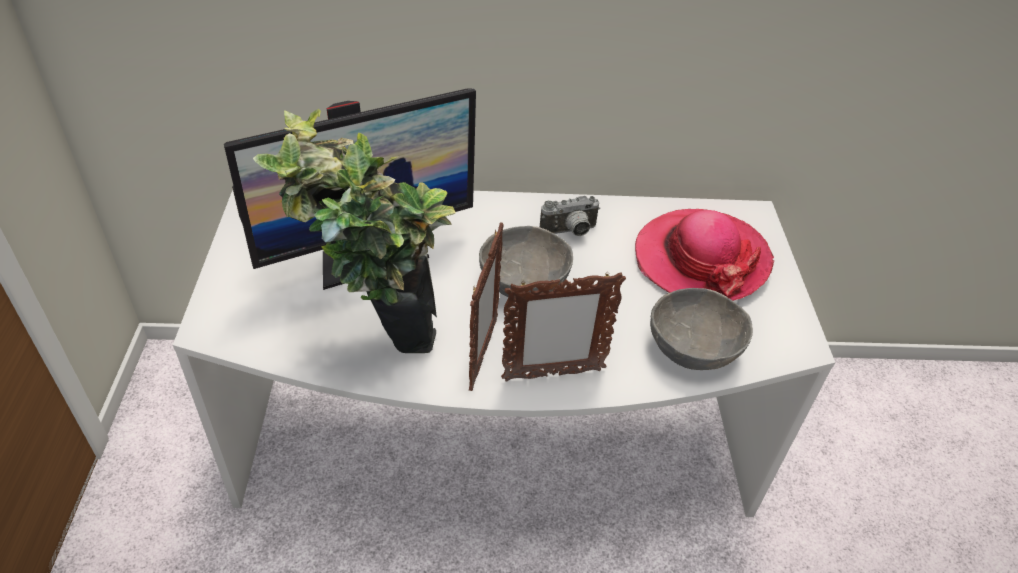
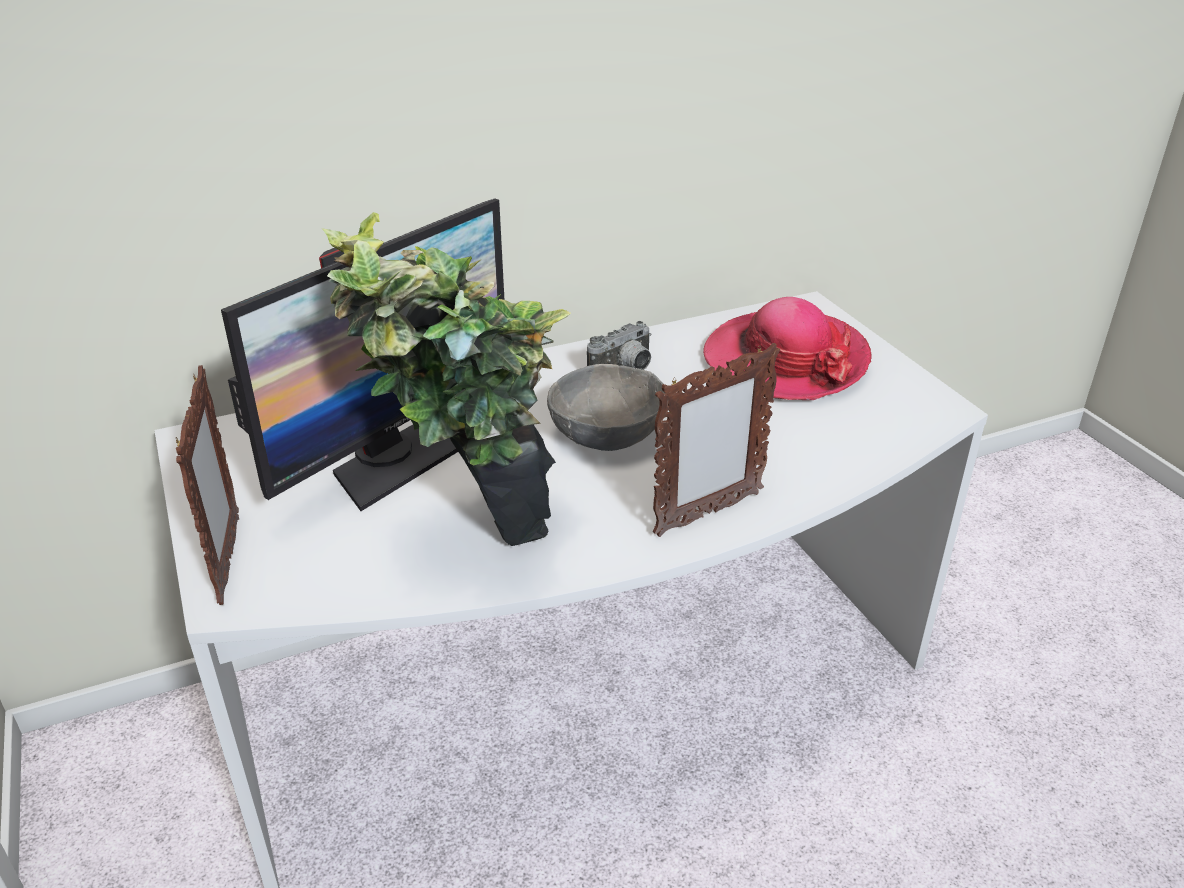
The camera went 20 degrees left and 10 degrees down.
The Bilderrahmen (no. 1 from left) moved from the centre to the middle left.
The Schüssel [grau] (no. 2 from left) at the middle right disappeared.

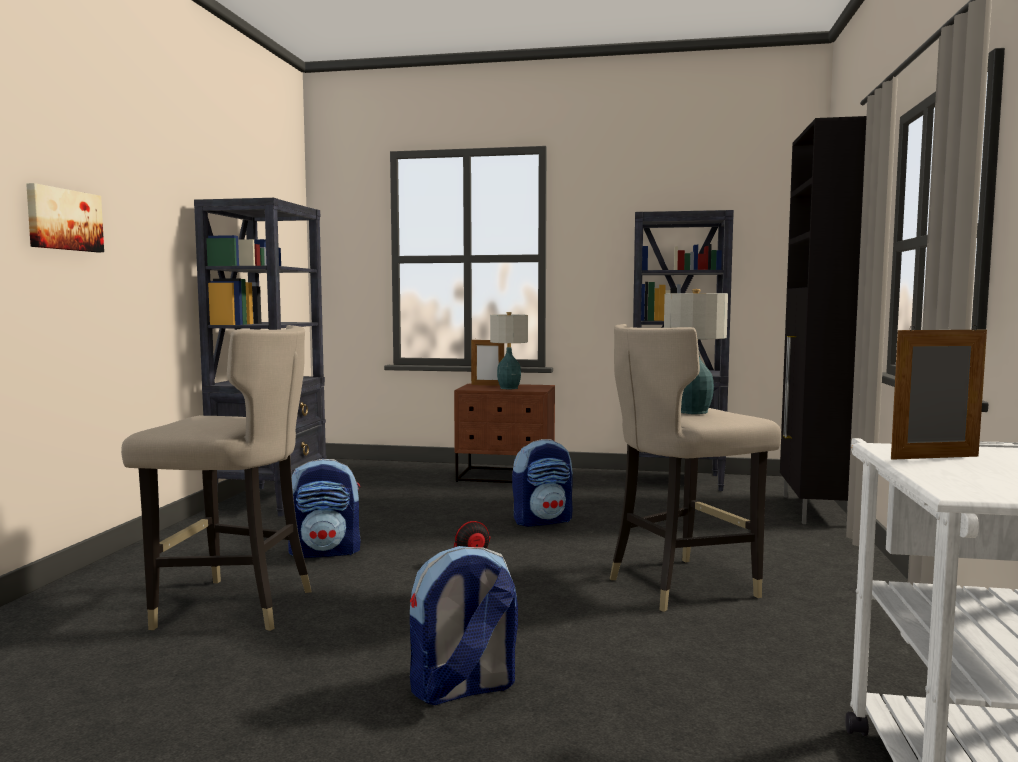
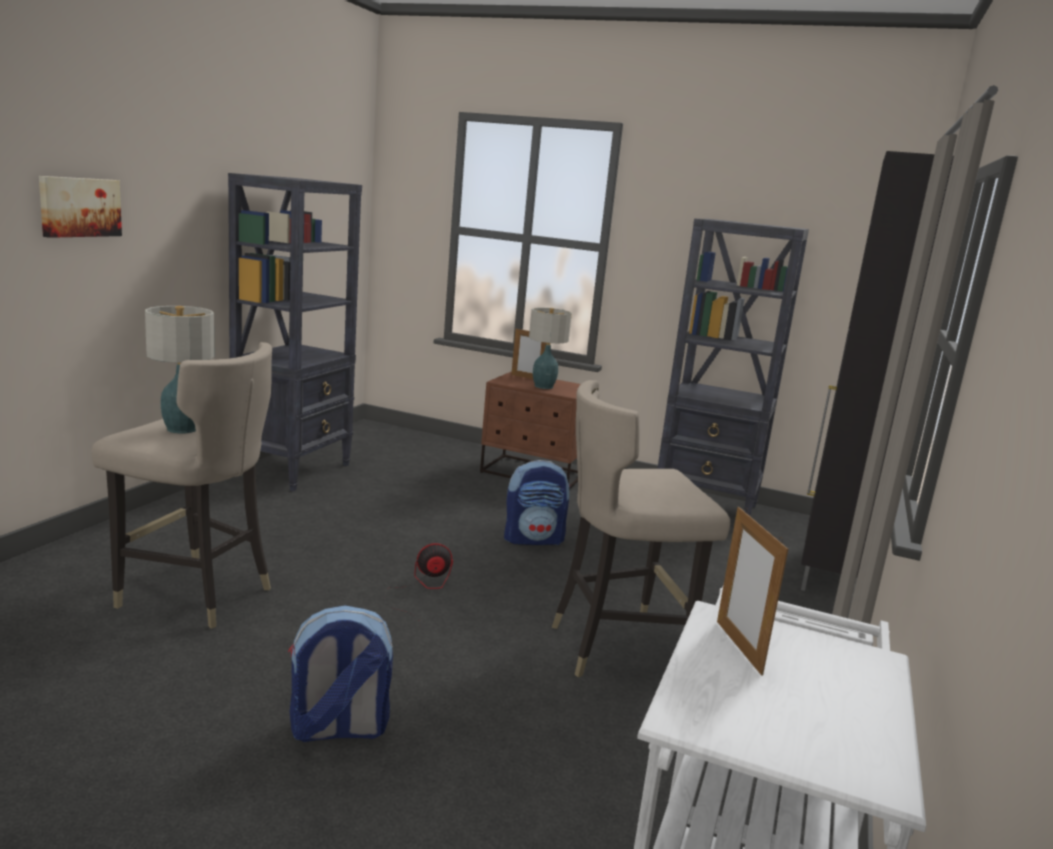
The camera went 10 degrees right and 10 degrees up.
The Tischlampe (no. 2 from left in the first image) moved from the middle right to the middle left.
The Bilderrahmen (no. 2 from left) at the middle right turned 105 degrees counterclockwise.
The Rucksack (no. 1 from left) at the bottom left disappeared.

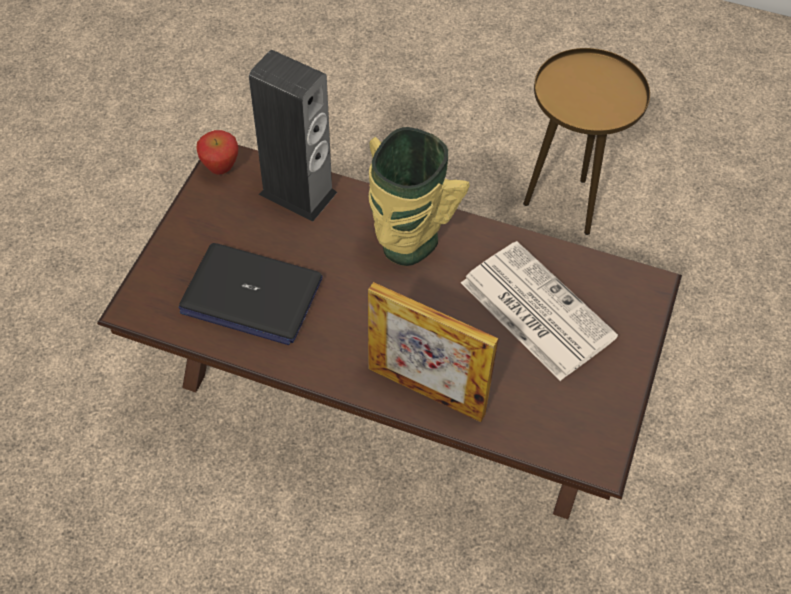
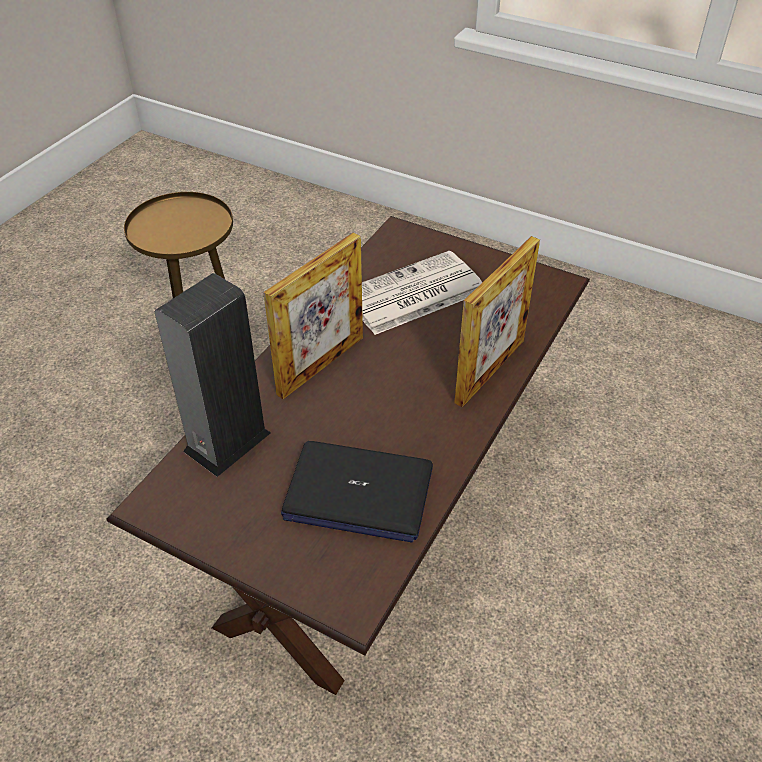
The camera went 80 degrees left and 10 degrees down.
The Vase at the top centre was replaced by the Bilderrahmen (no. 1 from left) at the centre.
The Laptop at the middle left turned 75 degrees clockwise.
The Apfel at the top left disappeared.

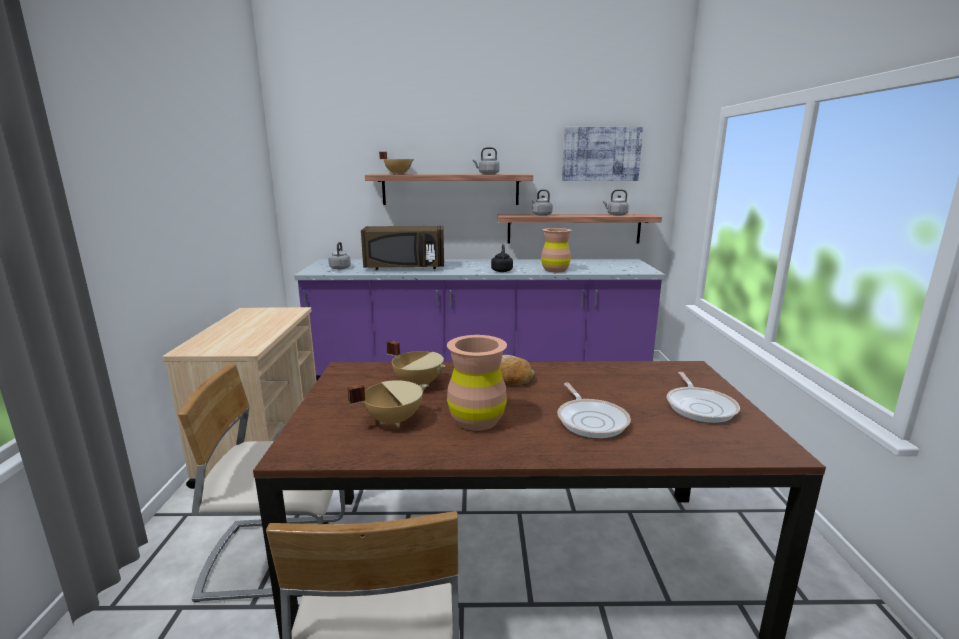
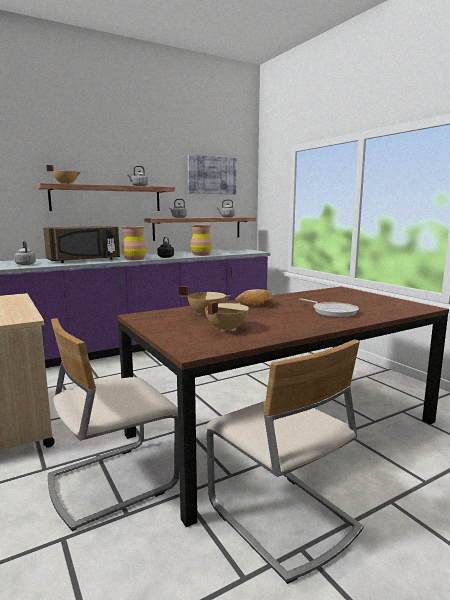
The camera went 30 degrees left and 5 degrees down.
The Vase [braun] (no. 1 from left) moved from the centre to the middle left.
The Pfanne (no. 2 from left) at the middle right disappeared.

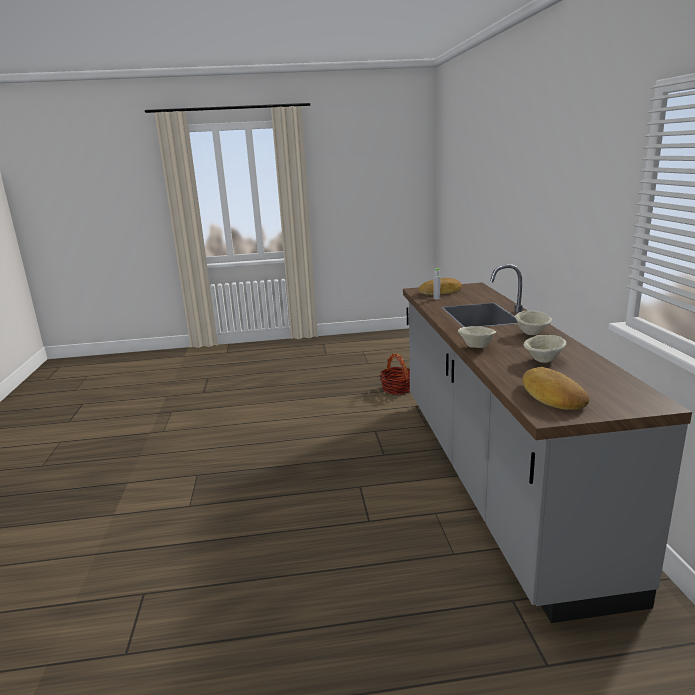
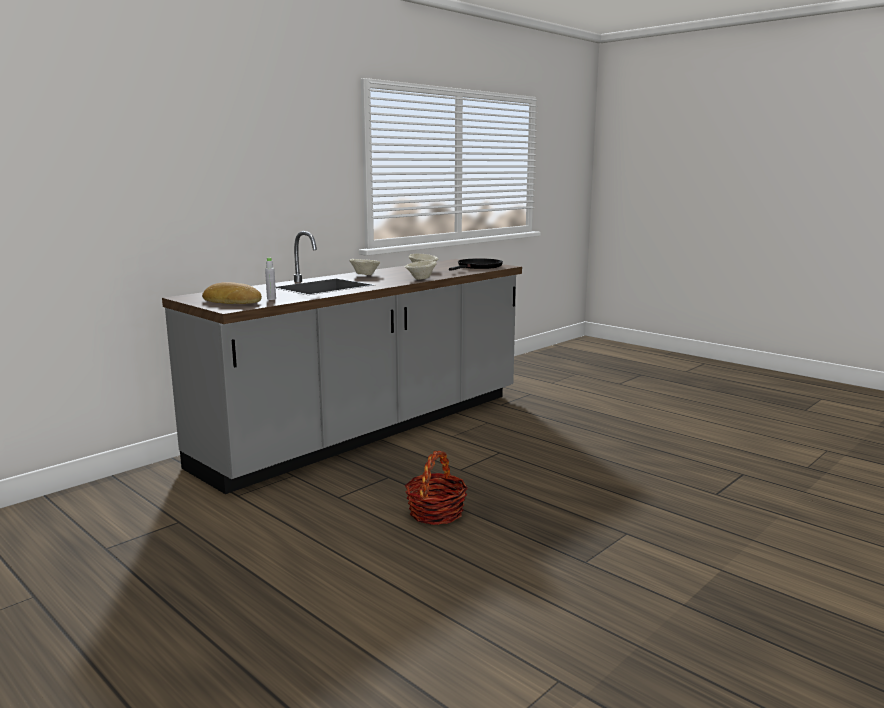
The camera went 130 degrees left and 5 degrees down.
The Korb moved from the centre to the bottom centre.
The Brot (no. 2 from left) at the middle right was replaced by the Pfanne [schwarz] at the centre.

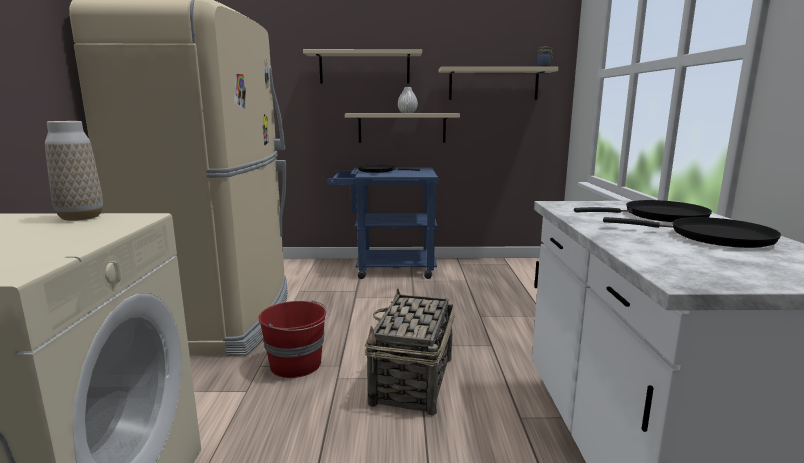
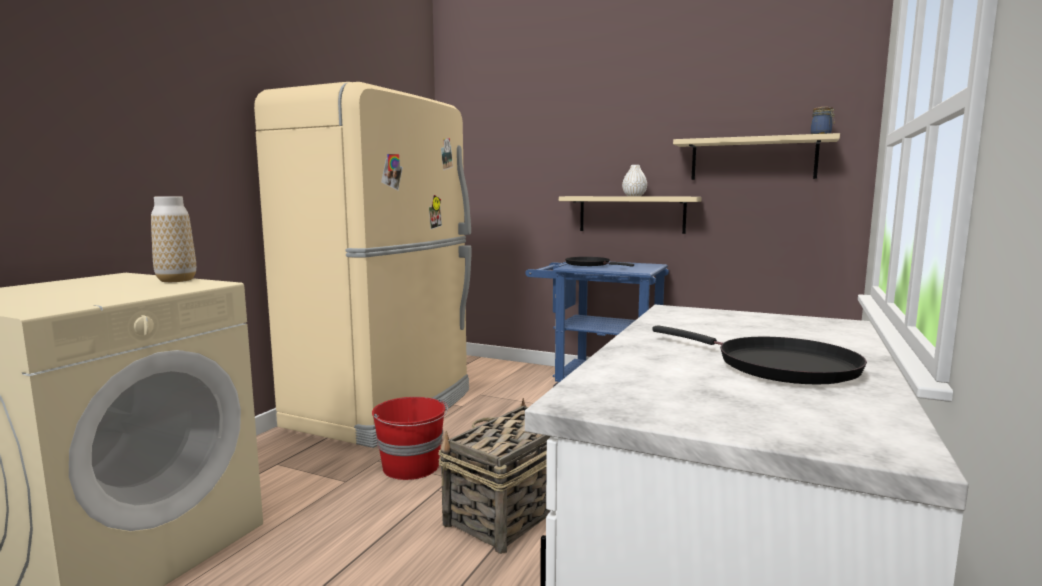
The camera went 25 degrees right and 5 degrees down.
The Wandregal [beige] (no. 1 from left) at the top centre disappeared.
The Pfanne [schwarz] (no. 2 from left) at the middle right disappeared.

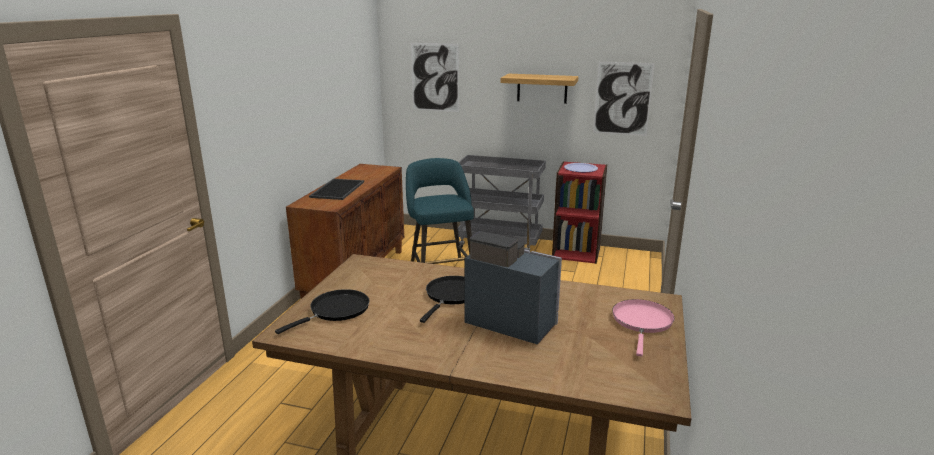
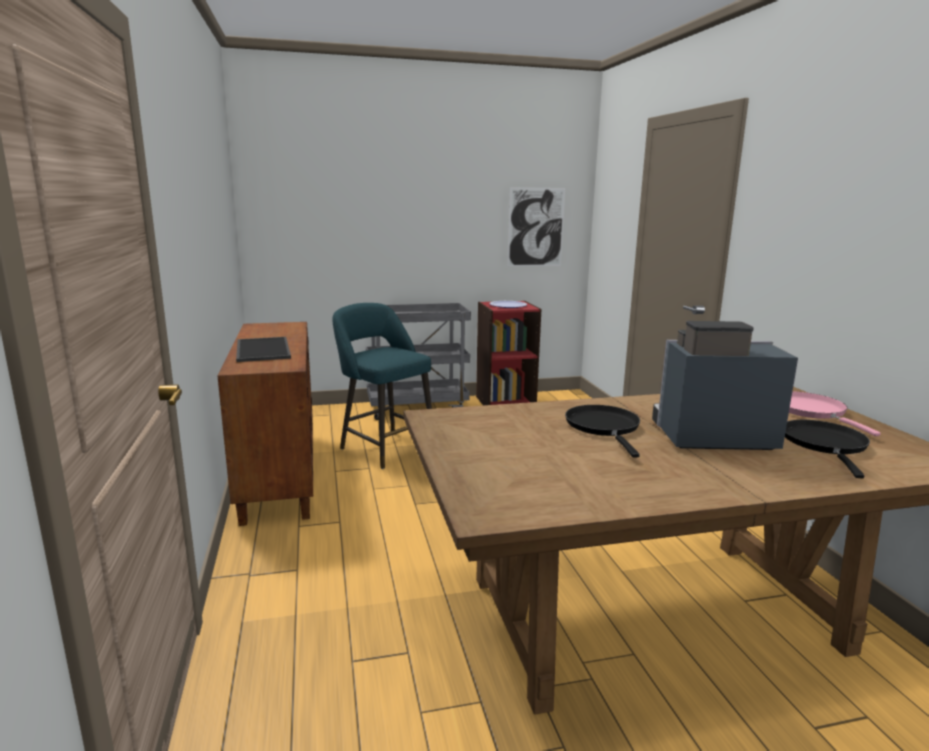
The camera went 30 degrees left and 5 degrees down.
The Pfanne [schwarz] (no. 1 from left in the first image) moved from the bottom centre to the middle right.
The Bild (no. 1 from left) at the top centre disappeared.
The Wandregal at the top centre disappeared.

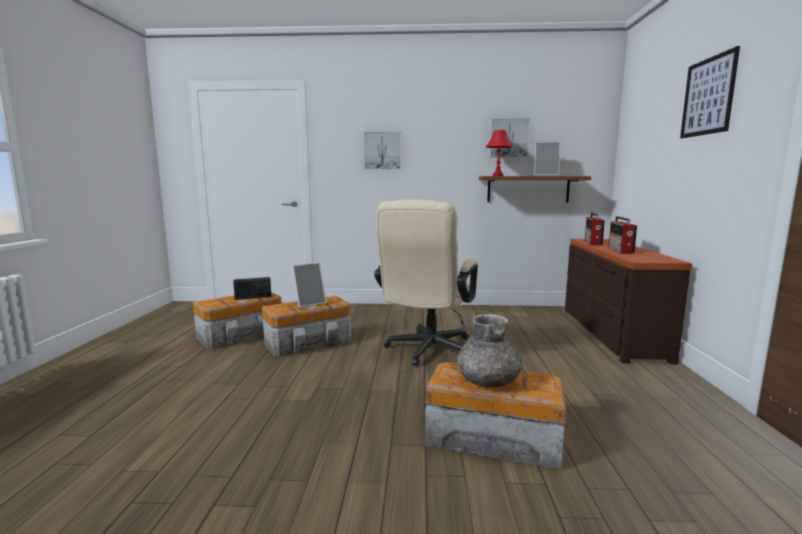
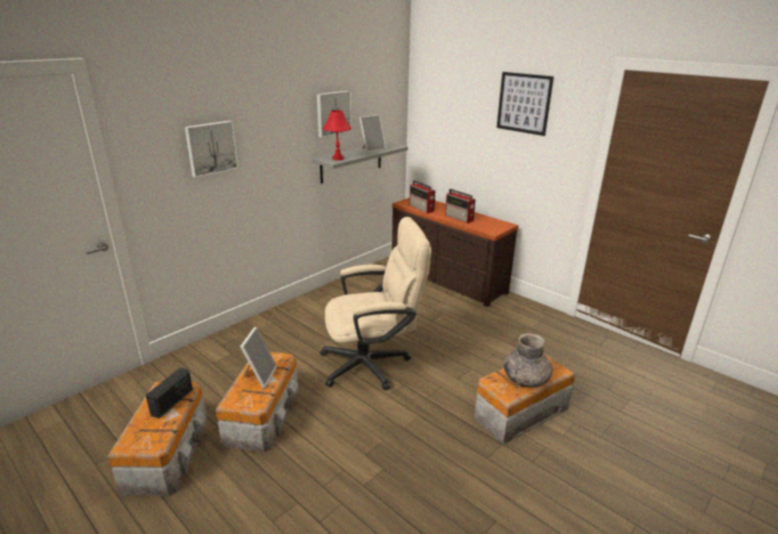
The camera went 50 degrees left and 15 degrees up.
The Wandregal [braun] at the middle right became the Wandregal [grau] at the top centre.
The Bürostuhl [beige] at the centre turned 75 degrees counterclockwise.

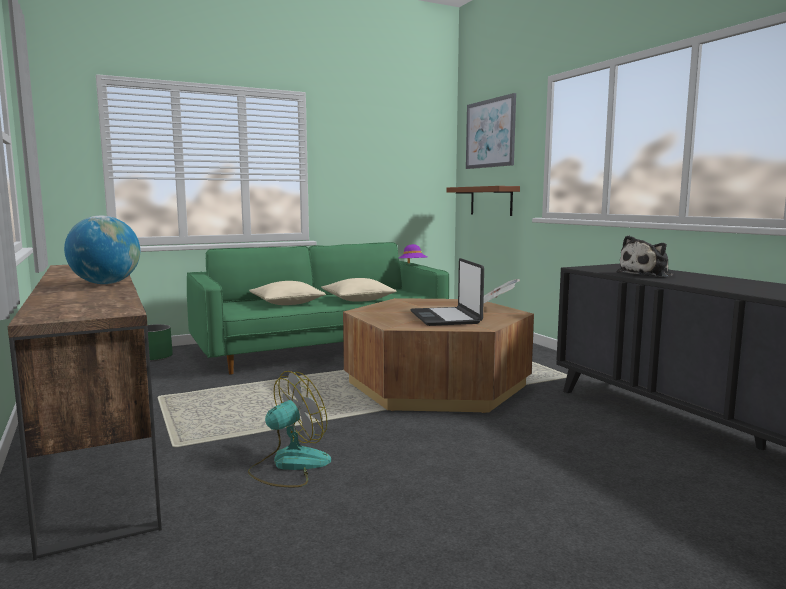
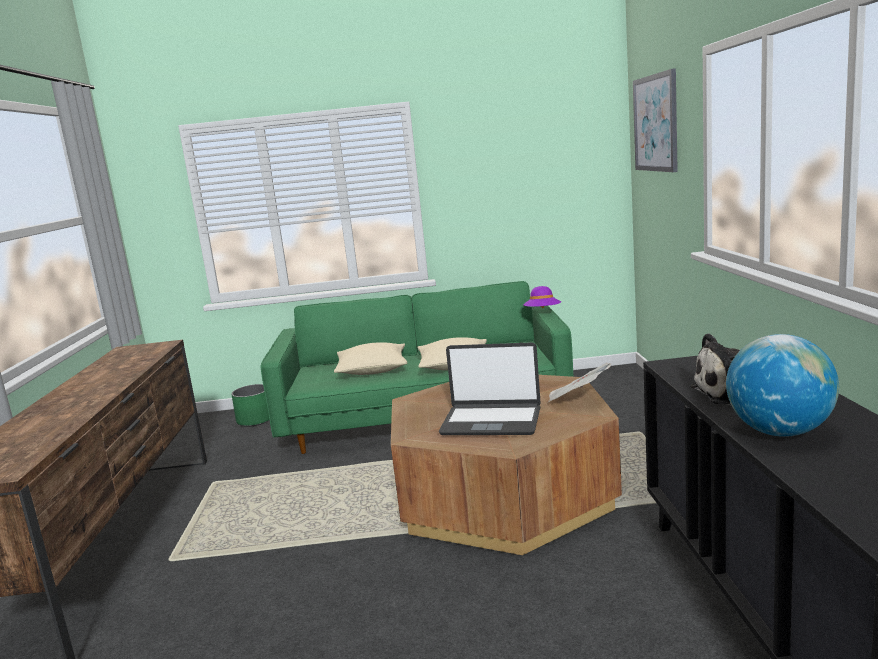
The camera went 25 degrees right and 5 degrees up.
The Laptop at the centre turned 90 degrees counterclockwise.
The Globus moved from the middle left to the middle right.
The Ventilator at the bottom centre disappeared.
The Wandregal [braun] at the centre disappeared.

